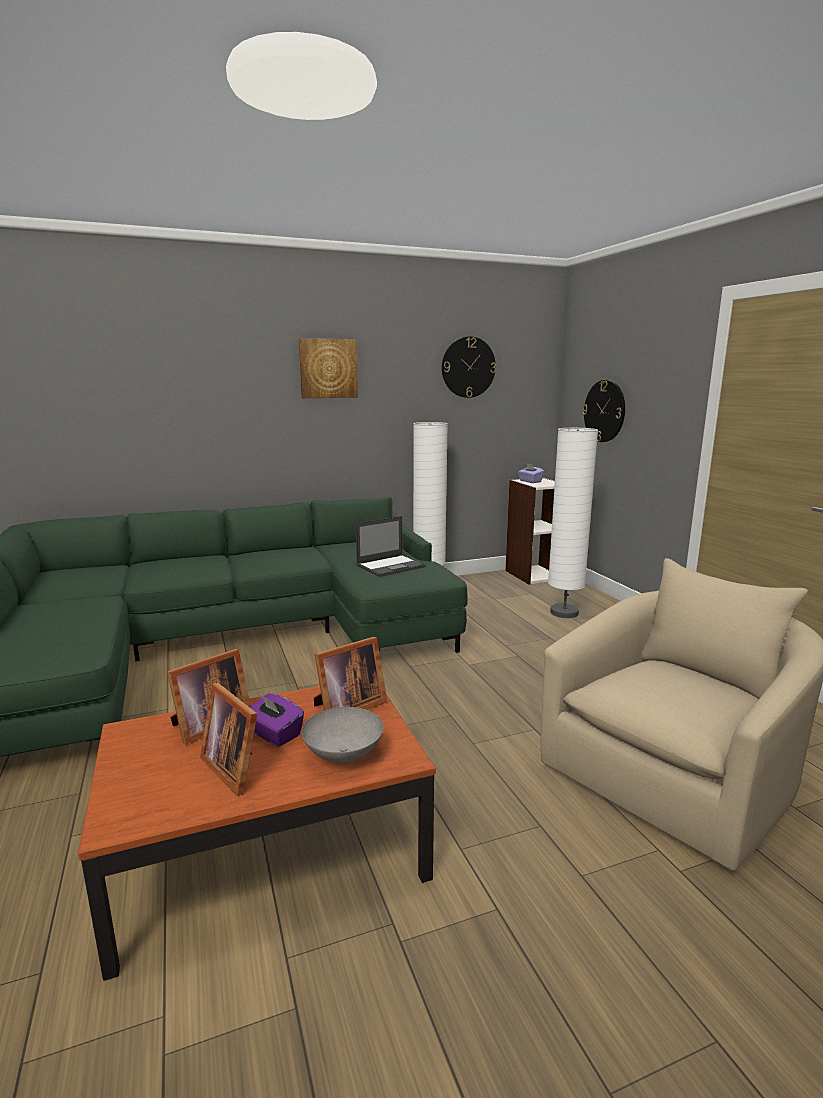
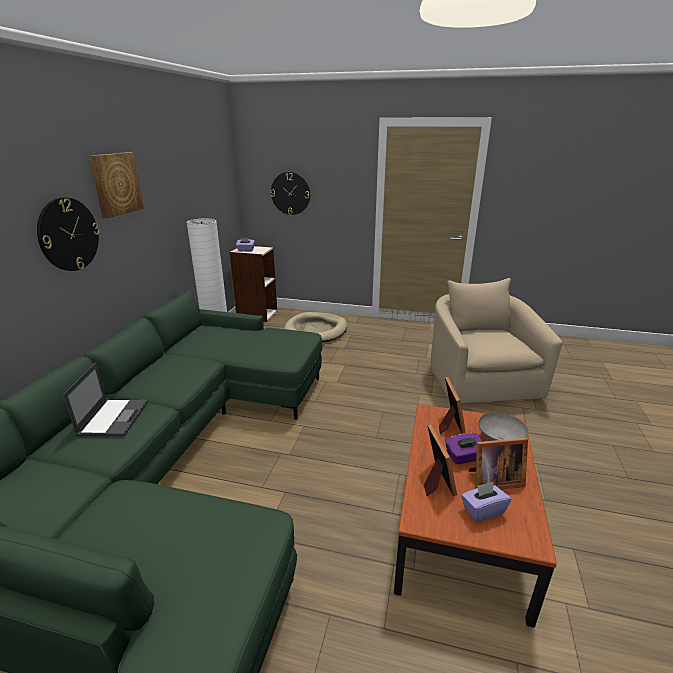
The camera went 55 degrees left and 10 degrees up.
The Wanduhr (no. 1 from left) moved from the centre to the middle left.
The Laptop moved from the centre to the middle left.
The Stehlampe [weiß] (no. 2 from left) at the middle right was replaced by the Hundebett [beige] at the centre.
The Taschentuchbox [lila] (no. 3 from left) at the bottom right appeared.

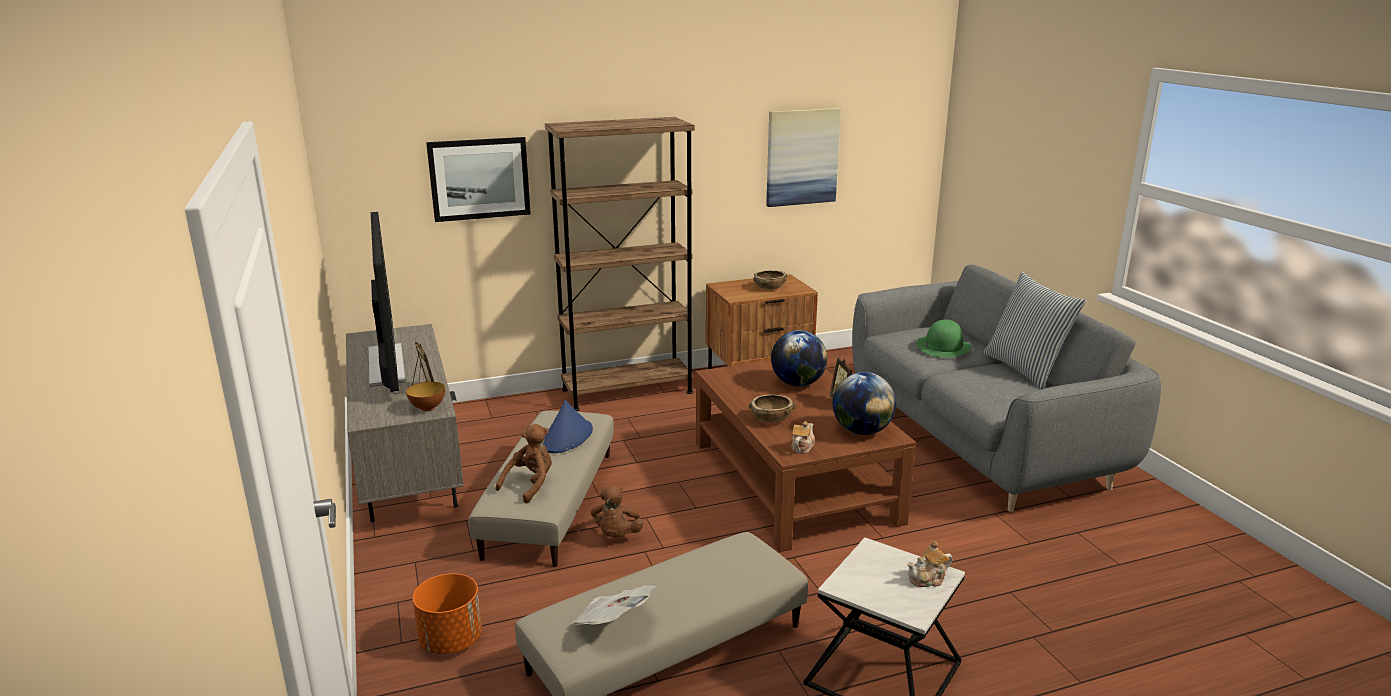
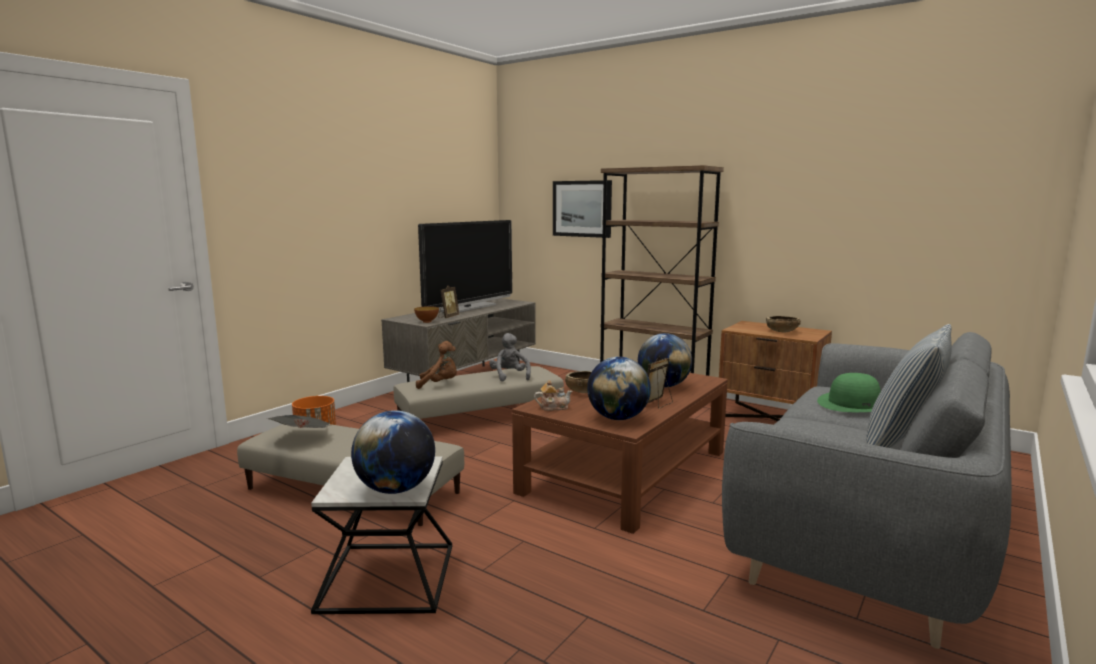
The camera went 55 degrees right and 10 degrees down.
The Teekanne (no. 2 from left) at the bottom right was replaced by the Globus (no. 1 from left) at the bottom centre.
The Hut [blau] at the centre was replaced by the Plüschtier [grau] at the centre.
The Plüschtier [braun] (no. 2 from left) at the bottom centre disappeared.
The Bild (no. 2 from left) at the top centre disappeared.

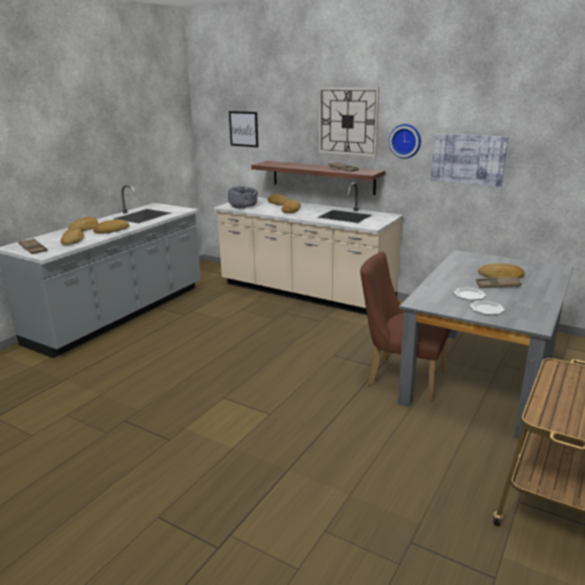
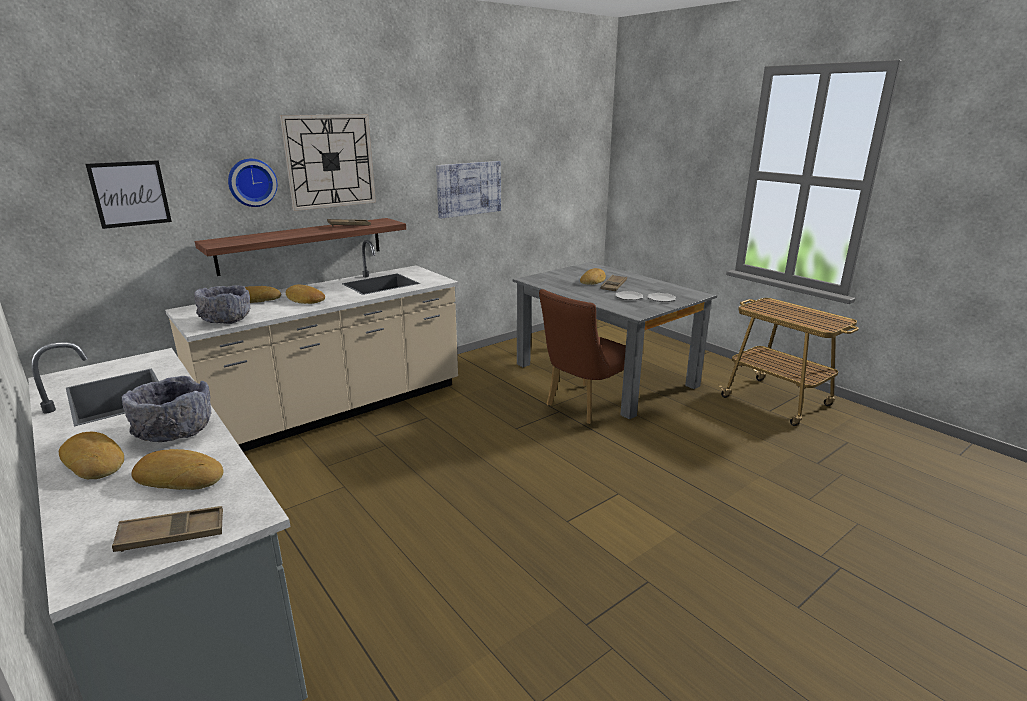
The camera went 70 degrees left and 0 degrees up.
The Brot (no. 3 from left) at the middle left was replaced by the Schüssel [grau] (no. 1 from left) at the middle left.
The Wanduhr (no. 2 from left in the first image) moved from the top right to the top left.

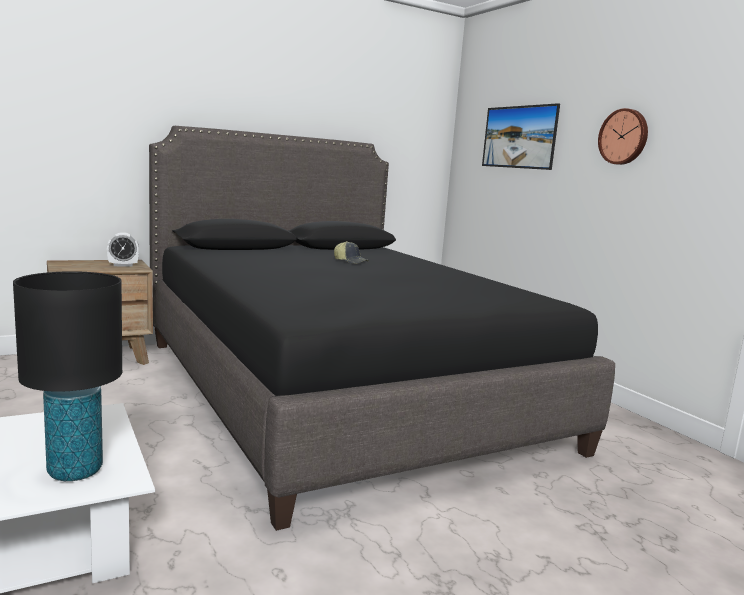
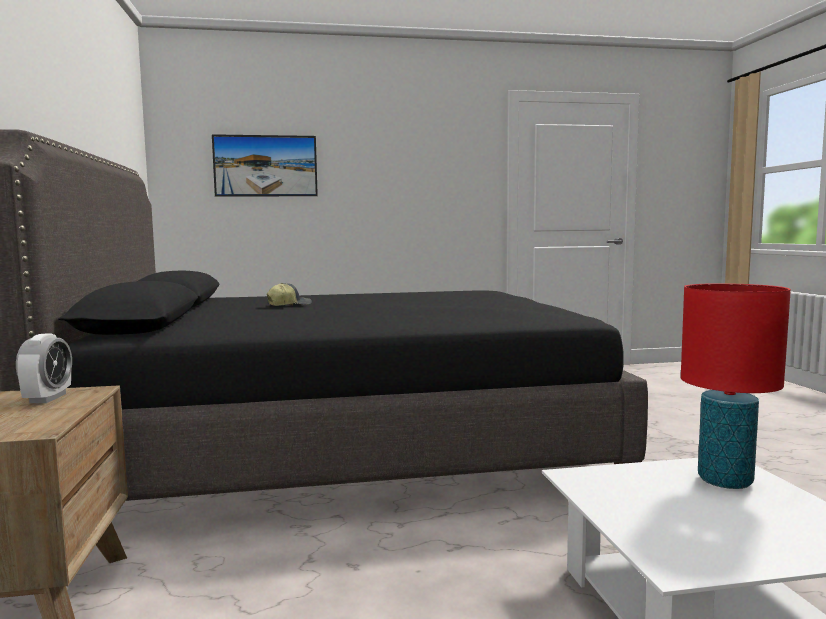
The camera went 70 degrees left and 5 degrees down.
The Tischlampe [schwarz] at the middle left became the Tischlampe [rot] at the middle right.
The Wanduhr at the top right disappeared.

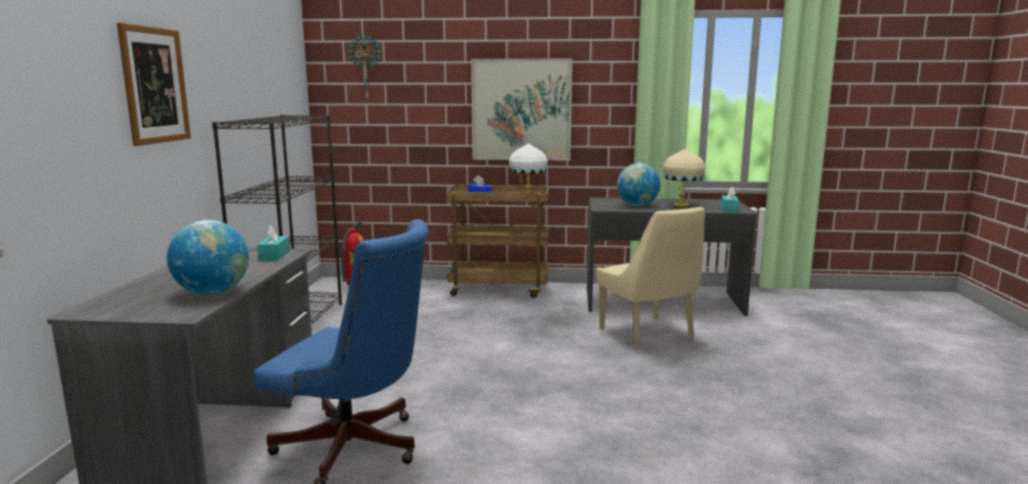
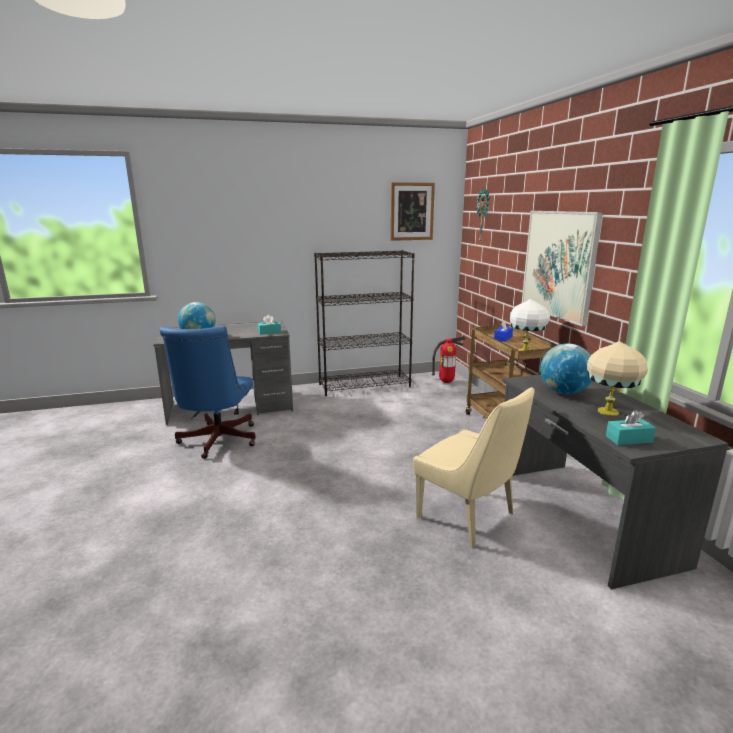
The camera went 70 degrees right and 5 degrees up.
The Bild (no. 1 from left) moved from the top left to the top centre.
The Stuhl [beige] at the centre turned 90 degrees counterclockwise.

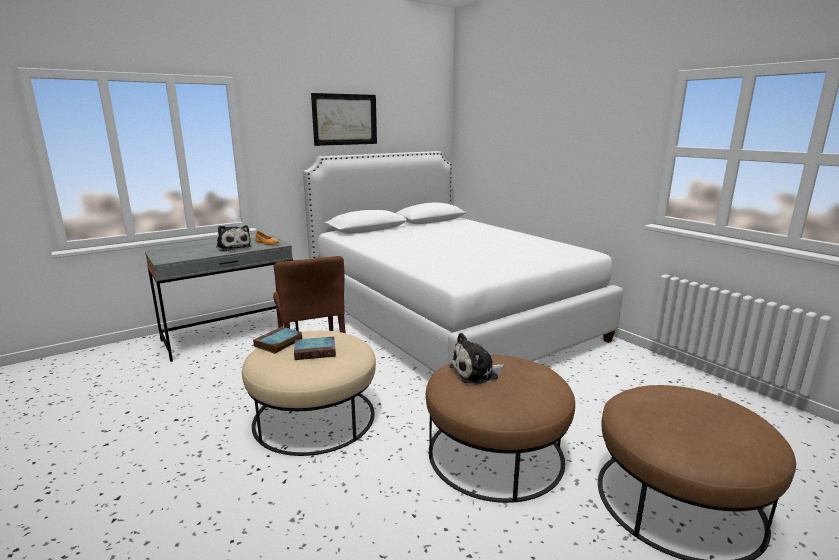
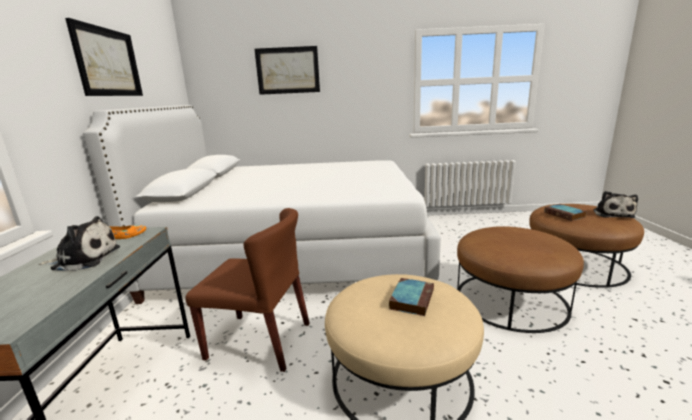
The camera went 55 degrees left and 0 degrees up.
The Bild (no. 2 from left) at the top centre appeared.
The Buch (no. 1 from left in the first image) moved from the middle left to the middle right.
The Plüschtier (no. 2 from left) moved from the centre to the middle right.

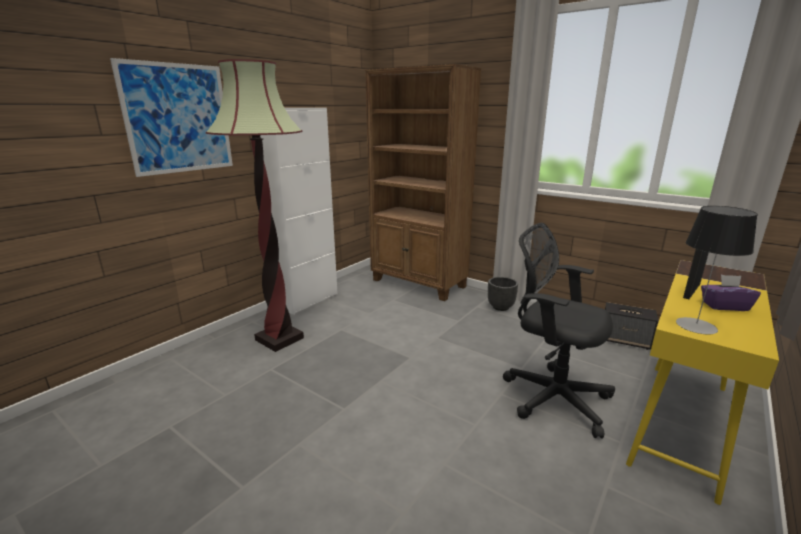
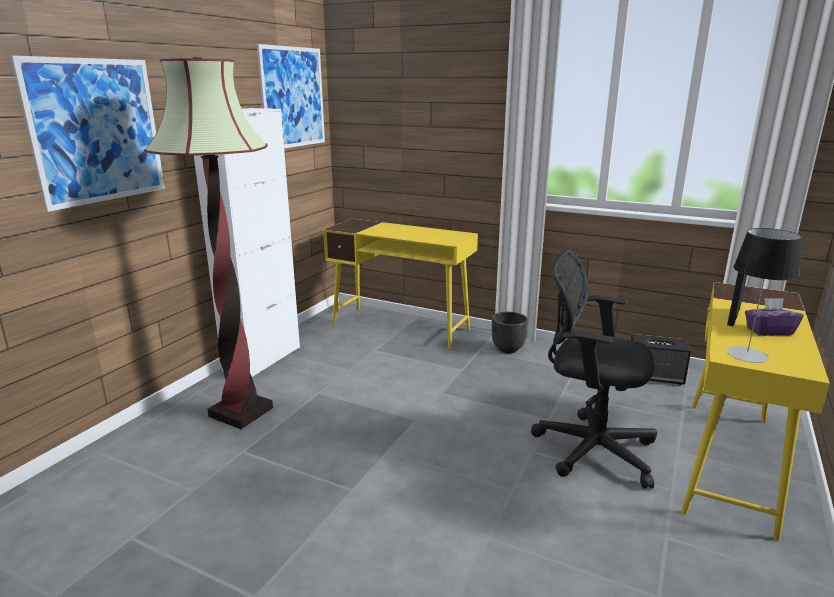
The camera went 10 degrees left and 0 degrees up.
The Bild (no. 2 from left) at the top centre appeared.
The Bücherregal [braun] at the centre was replaced by the Schreibtisch [gelb] (no. 1 from left) at the centre.

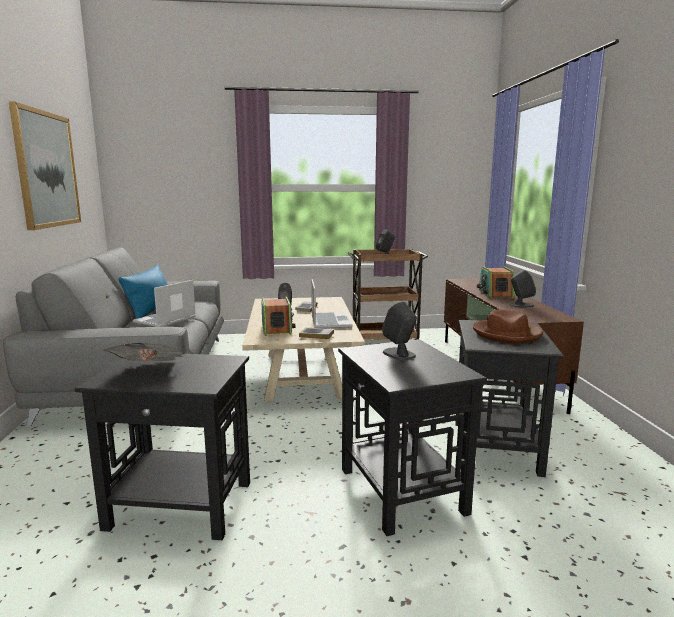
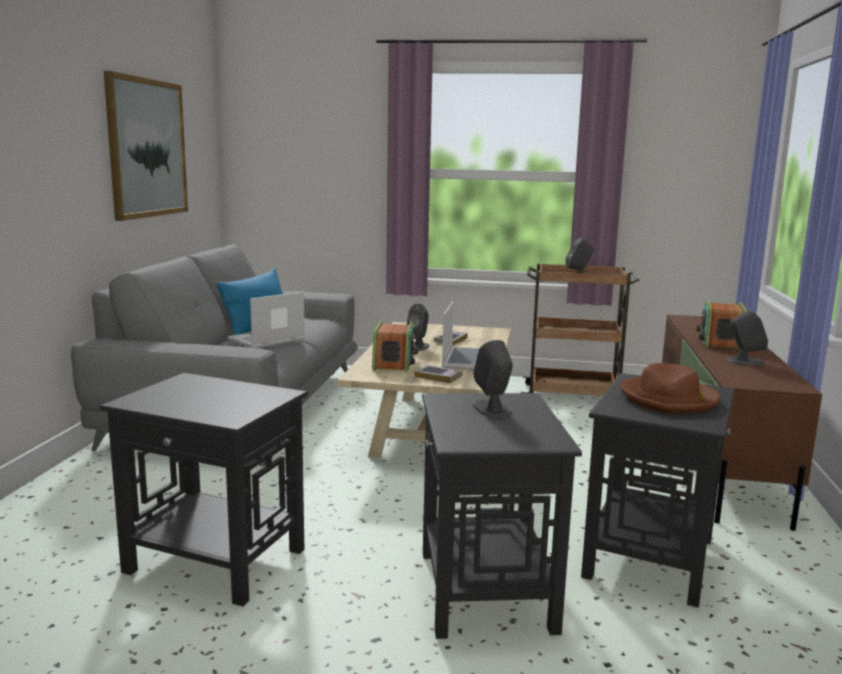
The camera went 15 degrees right and 0 degrees up.
The Zeitung at the middle left disappeared.

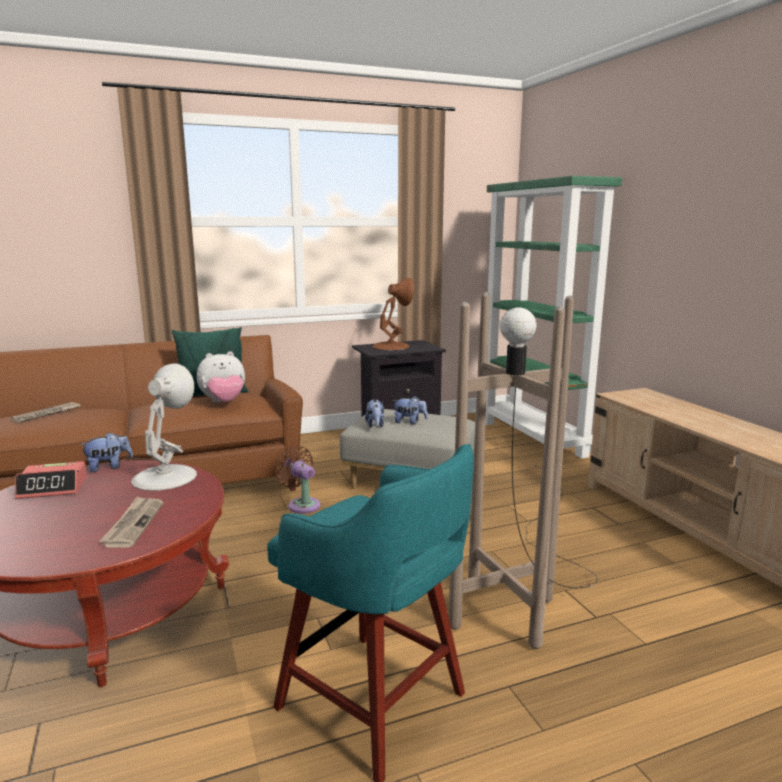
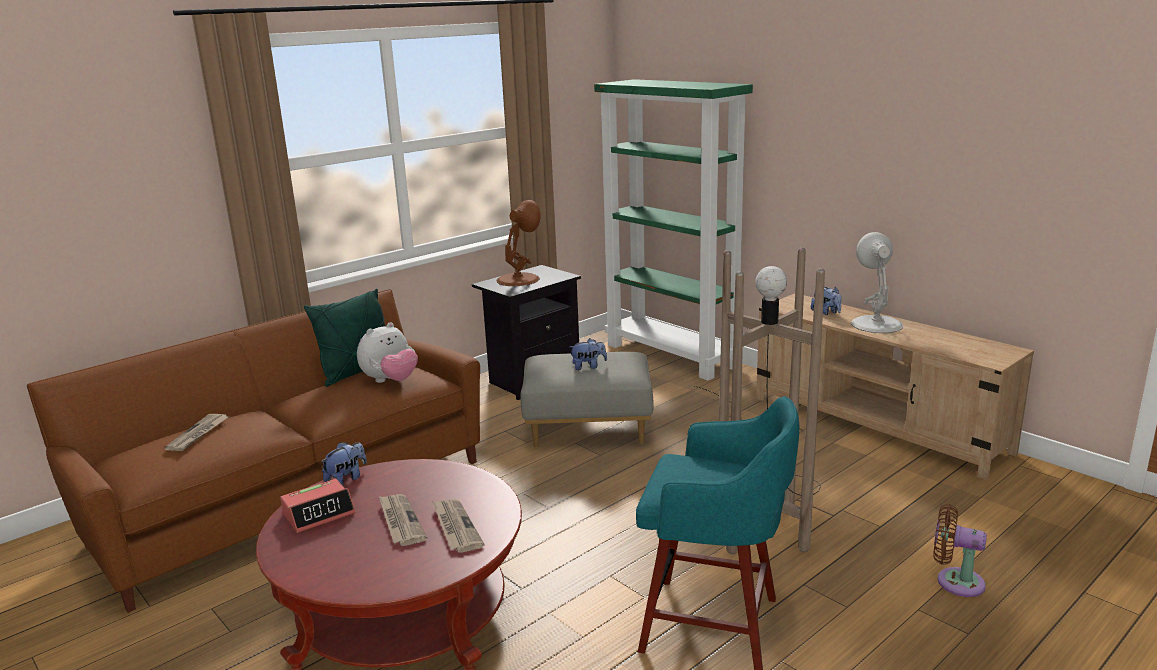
The camera went 20 degrees left and 5 degrees up.
The Zeitung (no. 2 from left) at the bottom centre appeared.
The Plüschtier (no. 3 from left in the first image) moved from the centre to the middle right.
The Tischlampe [weiß] moved from the middle left to the middle right.
The Ventilator [braun] moved from the centre to the bottom right.

